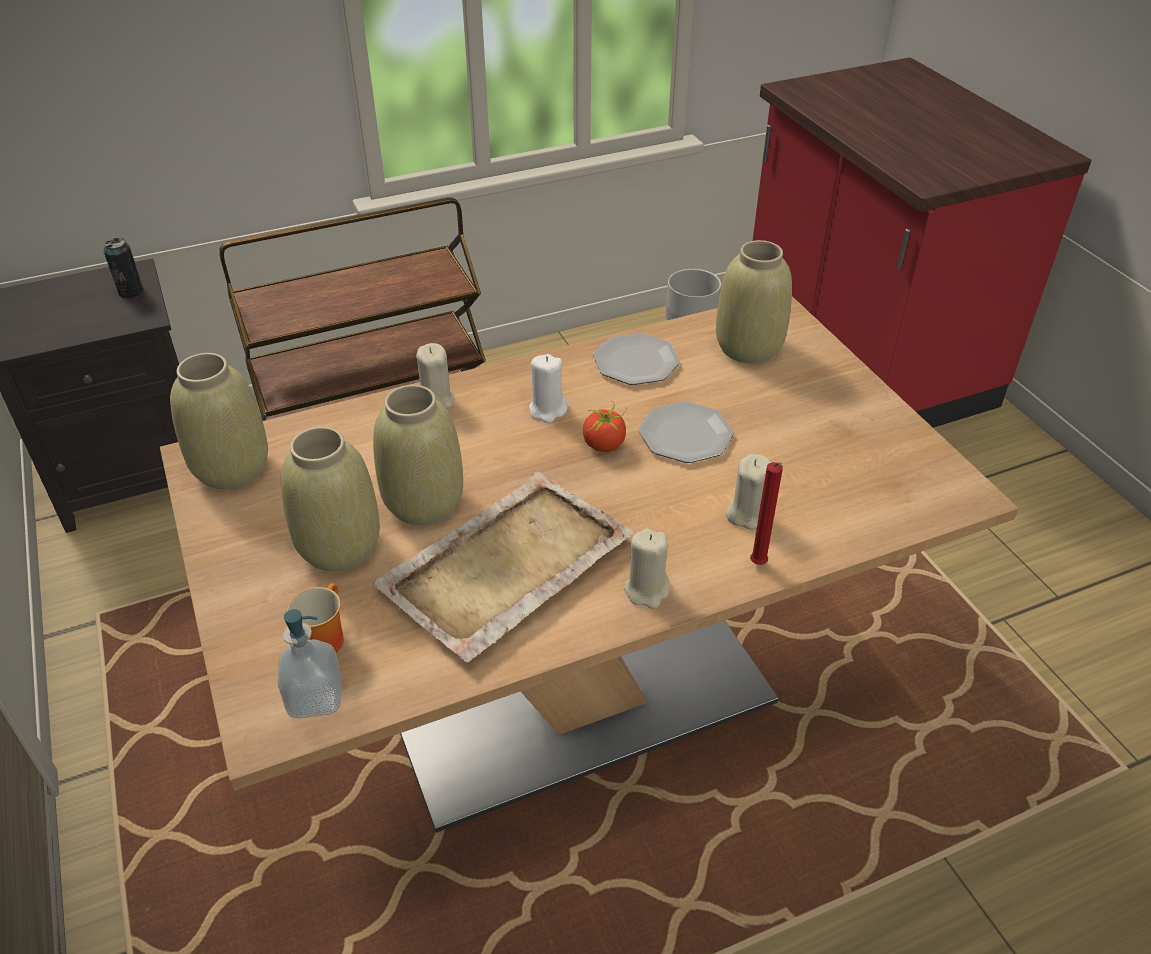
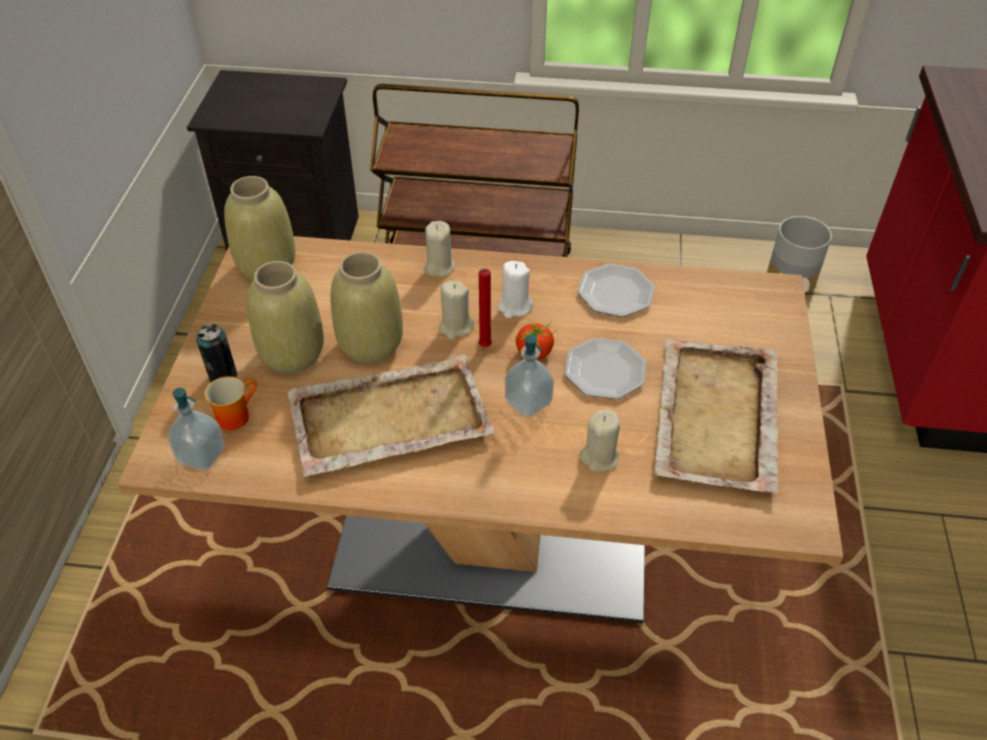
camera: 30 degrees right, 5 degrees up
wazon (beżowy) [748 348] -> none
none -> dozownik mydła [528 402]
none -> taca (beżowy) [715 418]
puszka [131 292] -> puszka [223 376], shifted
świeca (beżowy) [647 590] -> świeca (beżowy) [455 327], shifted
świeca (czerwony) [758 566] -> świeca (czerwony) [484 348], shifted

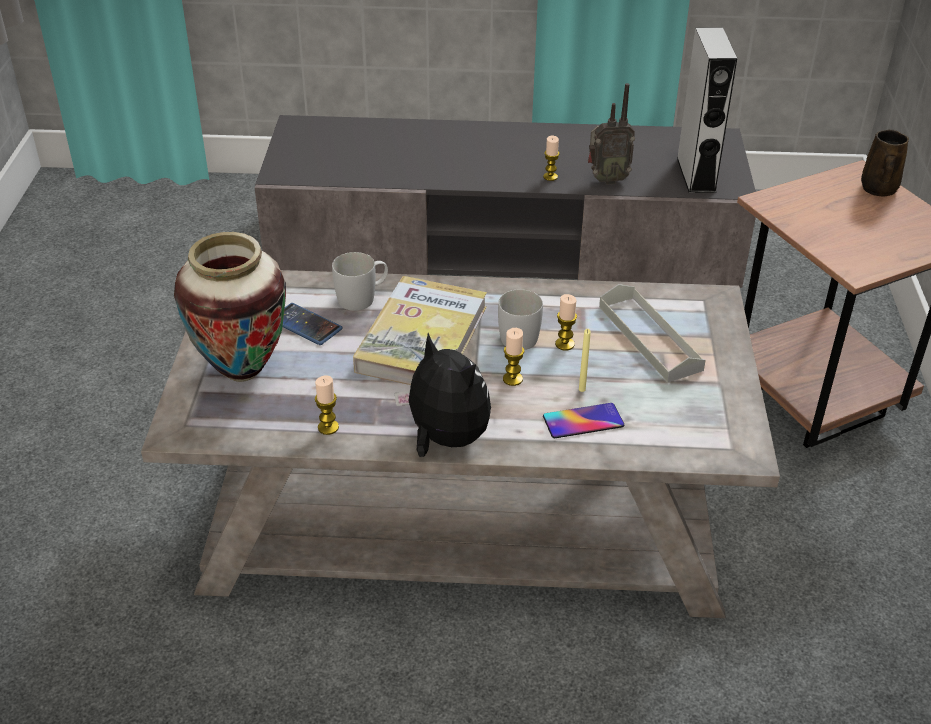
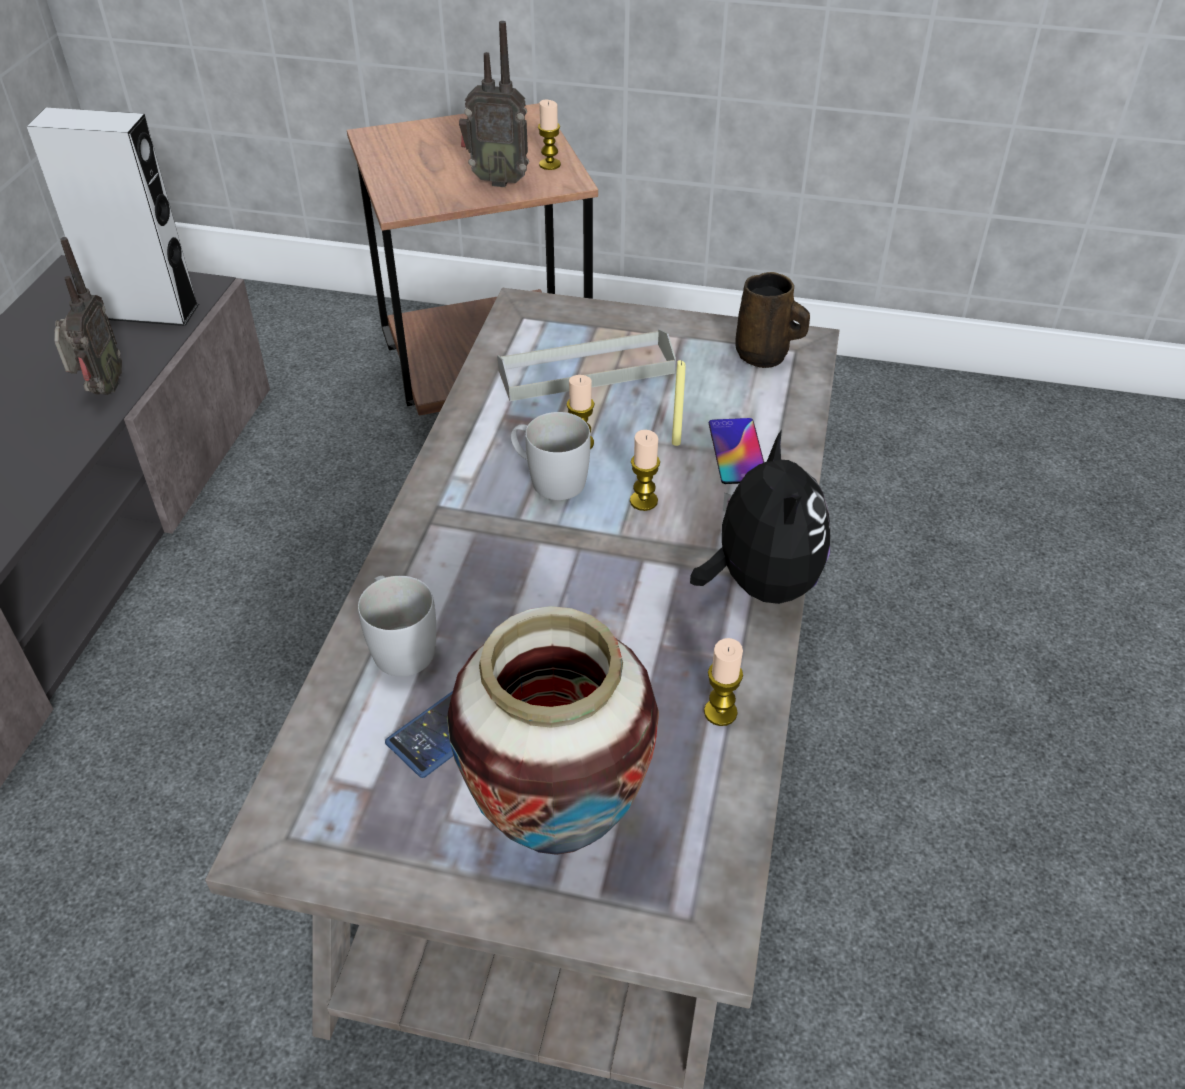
camera: 80 degrees left, 5 degrees up
książka [422 338] -> none
none -> radio [498 180]
świeca [550 177] -> świeca [550 164], shifted
kubek (brązowy) [878 190] -> kubek (brązowy) [764 356], shifted
pluszak [445 439] -> pluszak [759 583], 120 degrees clockwise

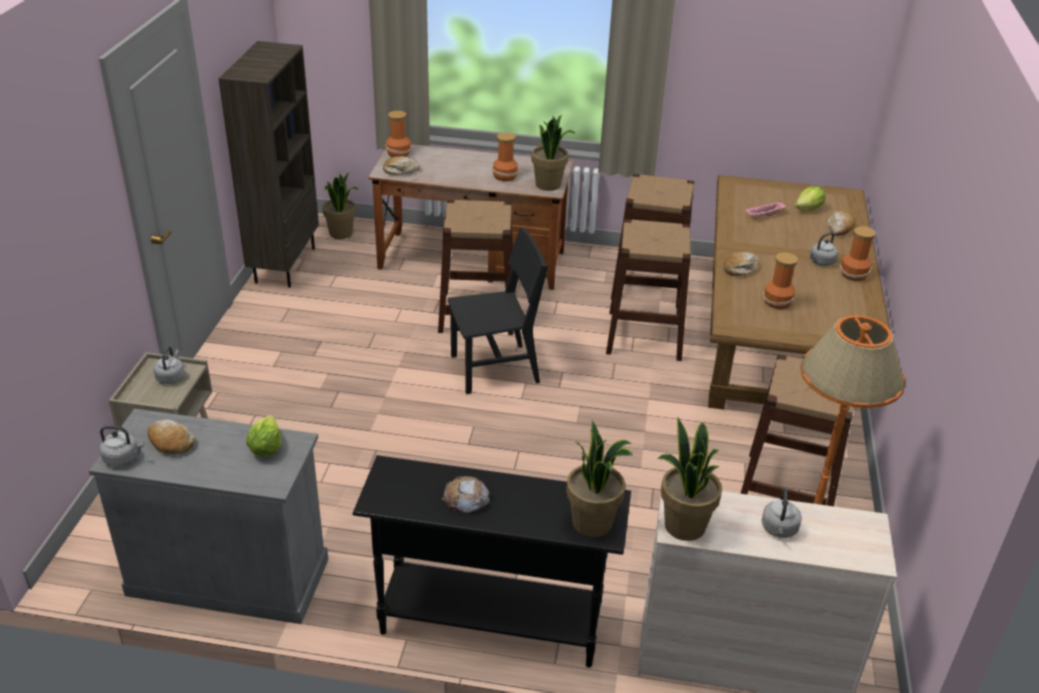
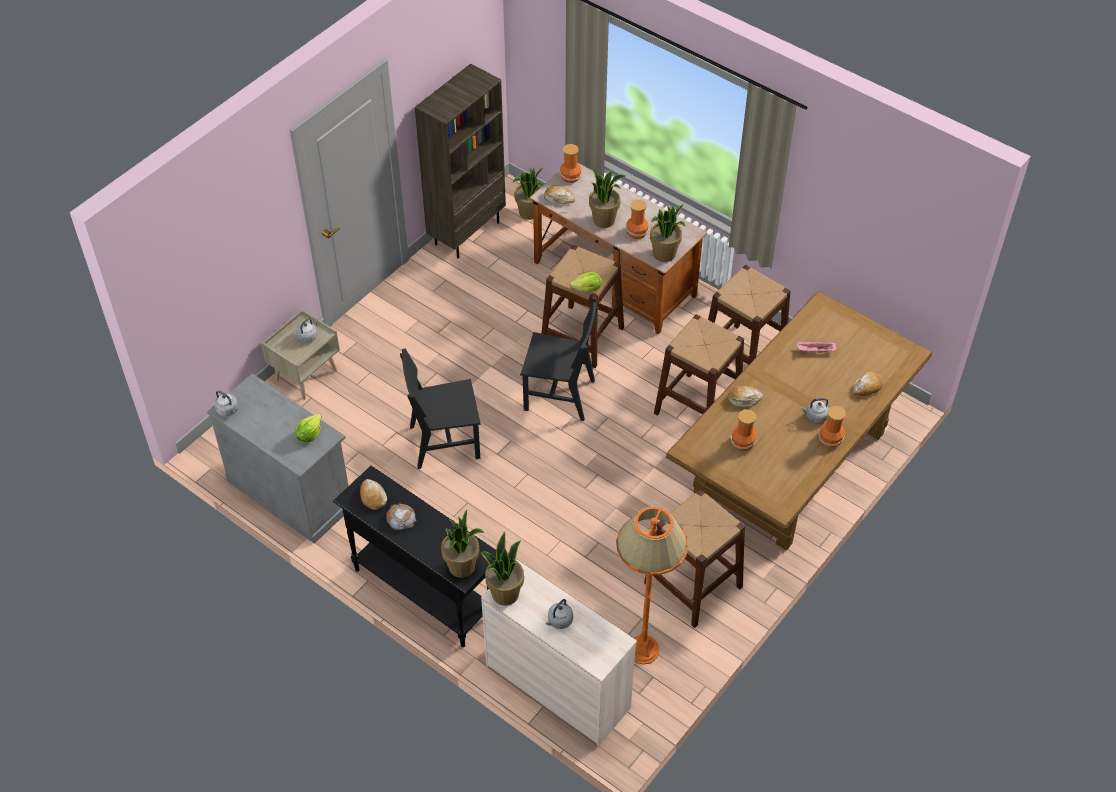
camera: 30 degrees right, 15 degrees up
none -> krzesło (czarny) [444 442]
none -> roślina doniczkowa [604 220]
chleb [170 442] -> chleb [373 497], shifted
sałata [808 209] -> sałata [587 289], shifted

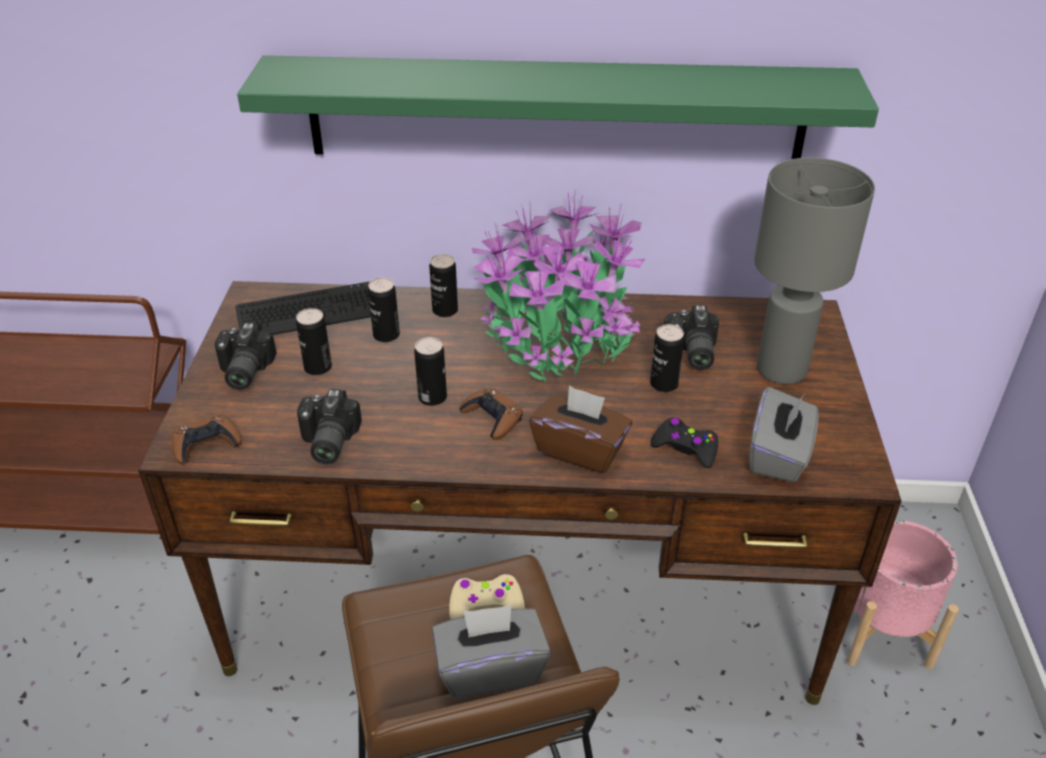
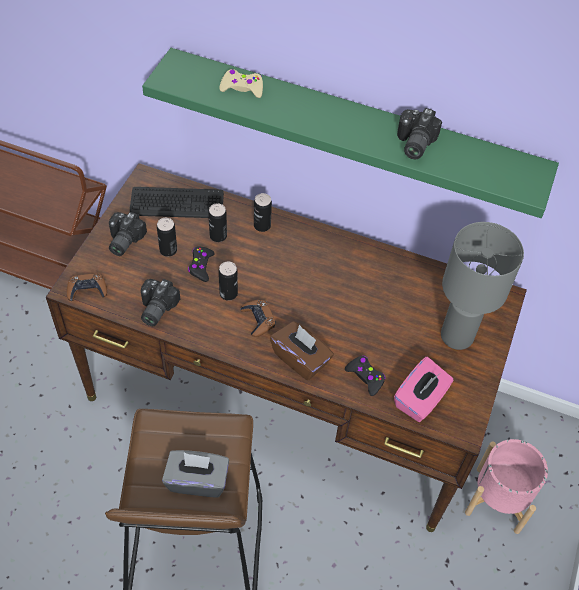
camera: 15 degrees right, 15 degrees up
roślina doniczkowa [559 337] -> none
puszka [664 384] -> none
none -> pad do gier (czarny) [201 266]
pad do gier (beżowy) [486 604] -> pad do gier (beżowy) [242 88], shifted
aparat fotograficzny [690 353] -> aparat fotograficzny [413 143], shifted
pudełko chusteczek (szary) [779 455] -> pudełko chusteczek (różowy) [420 400]

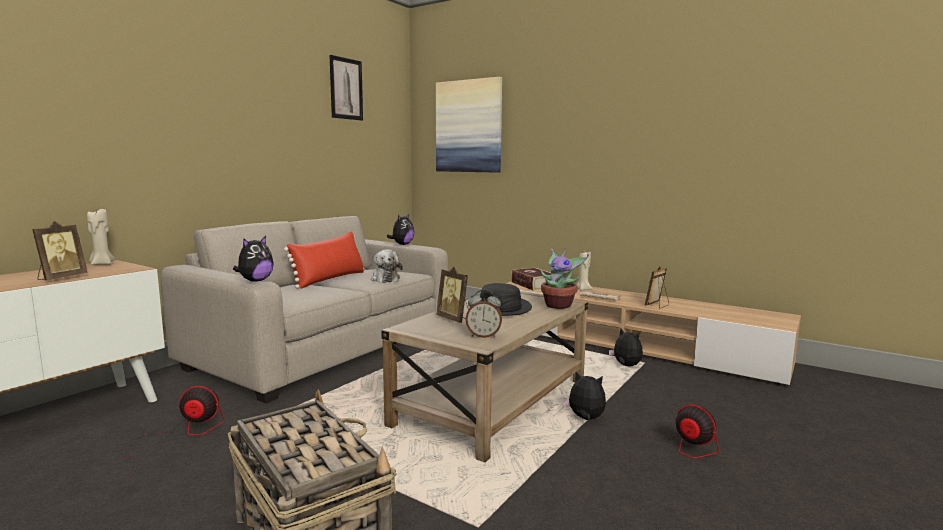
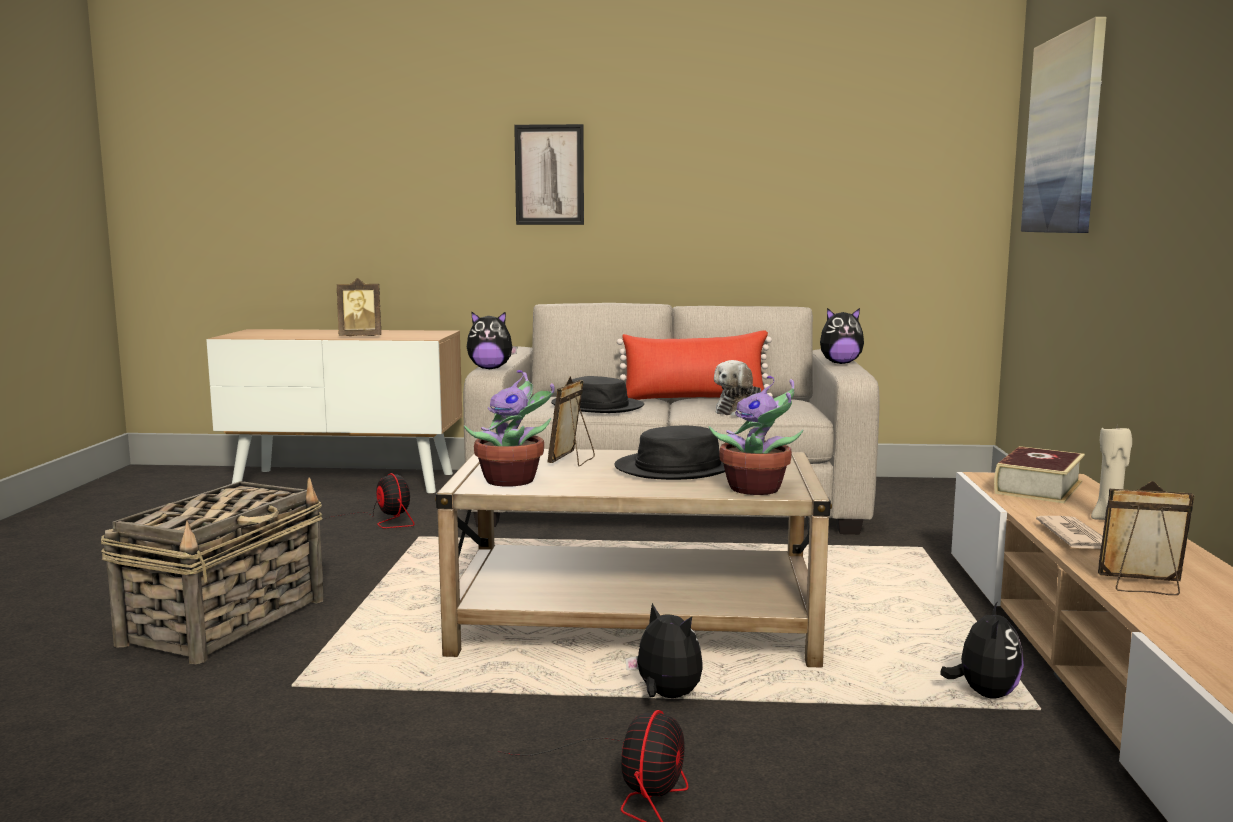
camera: 60 degrees right, 0 degrees up
świeca (beżowy) [102 264] -> none
none -> kapelusz (czarny) [597 406]
obraz [346 89] -> obraz [549 175], shifted
budzik [483 336] -> roślina doniczkowa [513 481]
pluszak [585 419] -> pluszak [666 696], 45 degrees counterclockwise

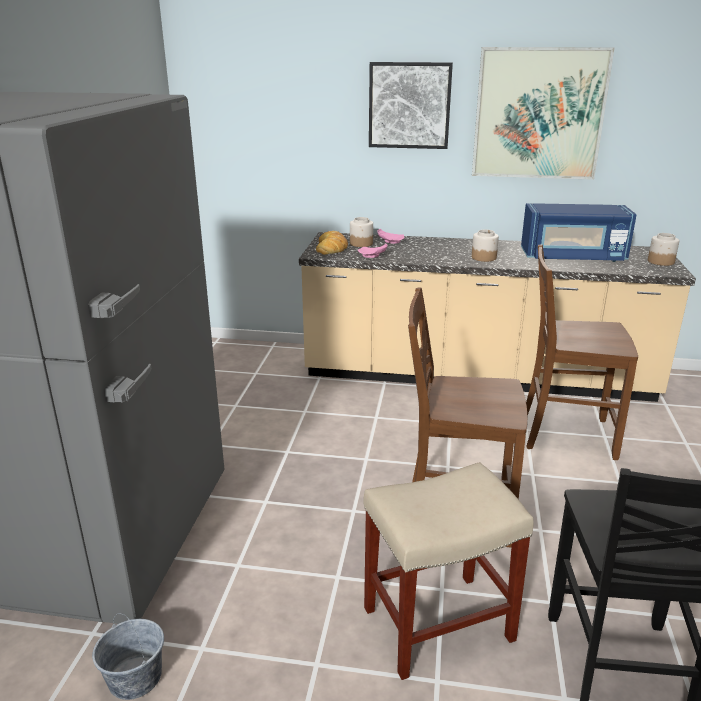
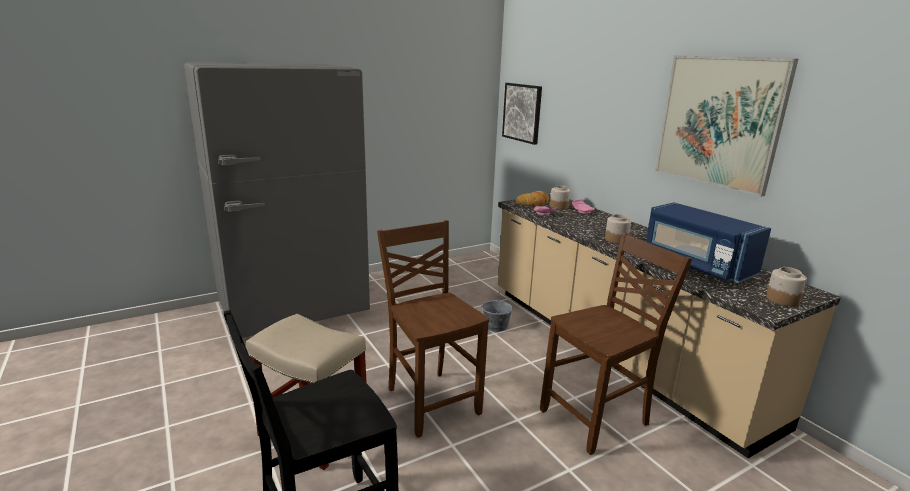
camera: 50 degrees right, 5 degrees down
wiadro (szary) [135 677] -> wiadro (szary) [496 326], shifted
obraz [409 105] -> obraz [522 112], shifted
krzesło (brązowy) [564 434] -> krzesło (brązowy) [597 418], 90 degrees clockwise

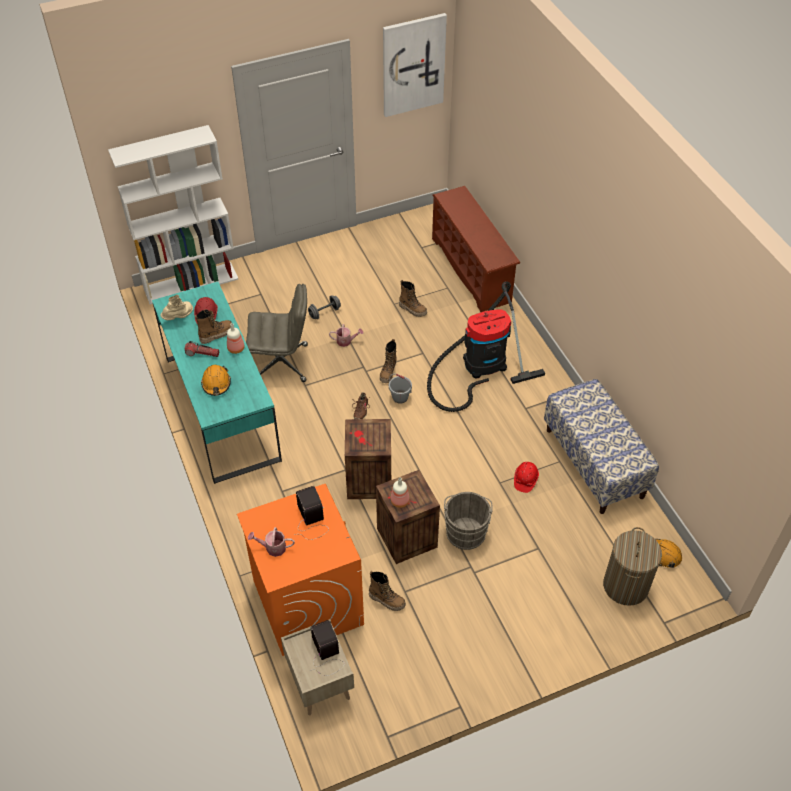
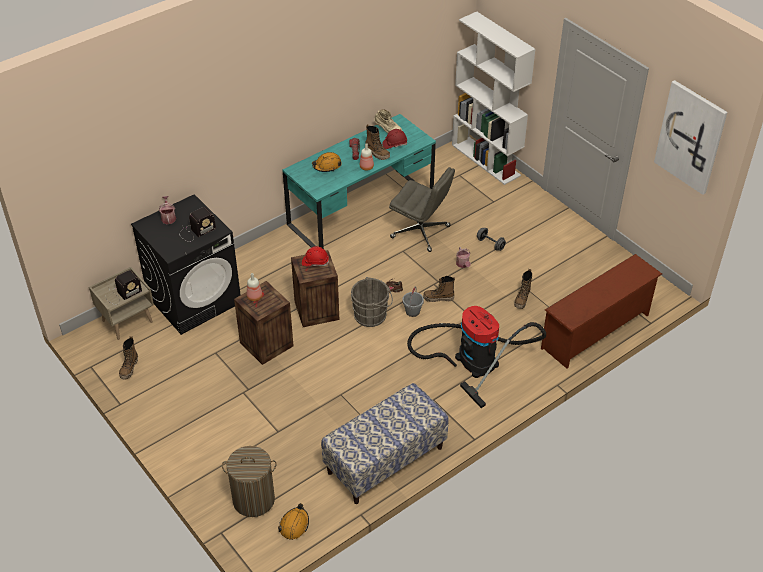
camera: 75 degrees right, 5 degrees down
but z cholewką [387 600] -> but z cholewką [129 368], shifted
wiadro (szary) [466 531] -> wiadro (szary) [372 315], shifted
kask (czerwony) [525 480] -> kask (czerwony) [315 262], shifted
pralka (pomarańczowy) [307 601] -> pralka (czarny) [194 299]
krzesło biurowe (szary) [282 363] -> krzesło biurowe (szary) [421 232], 45 degrees counterclockwise

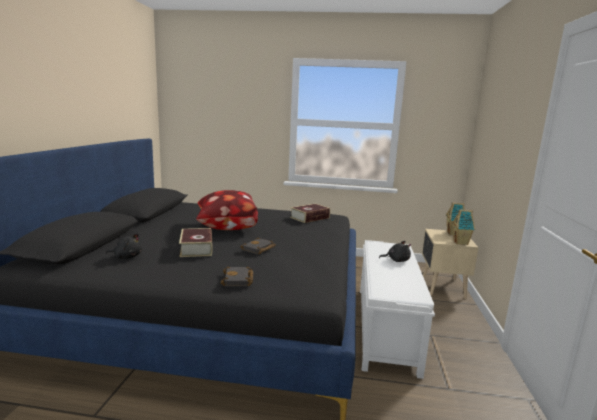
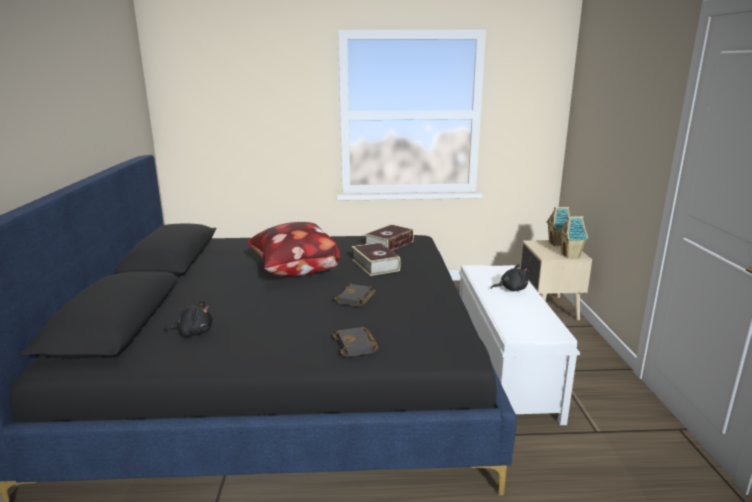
camera: 10 degrees left, 5 degrees up
książka [196 248] -> książka [375 265], shifted

